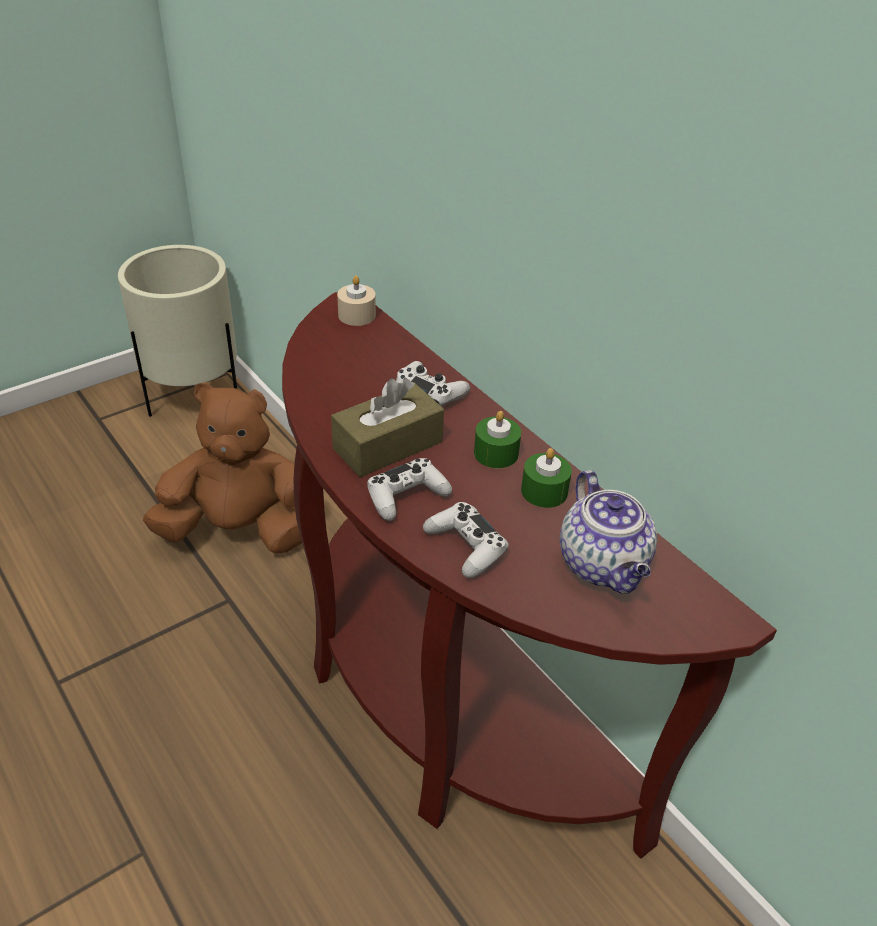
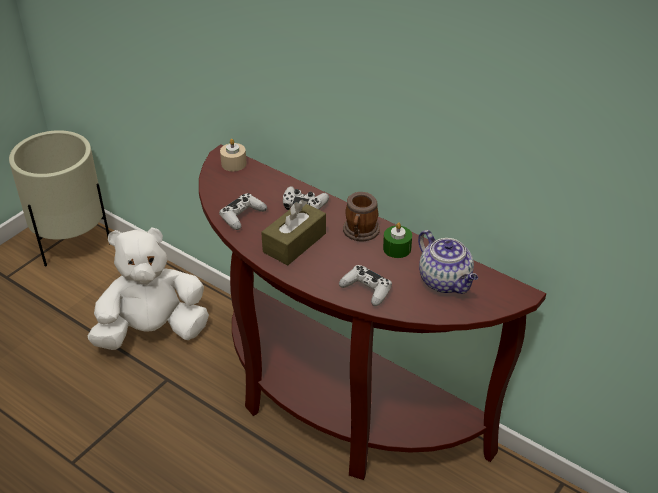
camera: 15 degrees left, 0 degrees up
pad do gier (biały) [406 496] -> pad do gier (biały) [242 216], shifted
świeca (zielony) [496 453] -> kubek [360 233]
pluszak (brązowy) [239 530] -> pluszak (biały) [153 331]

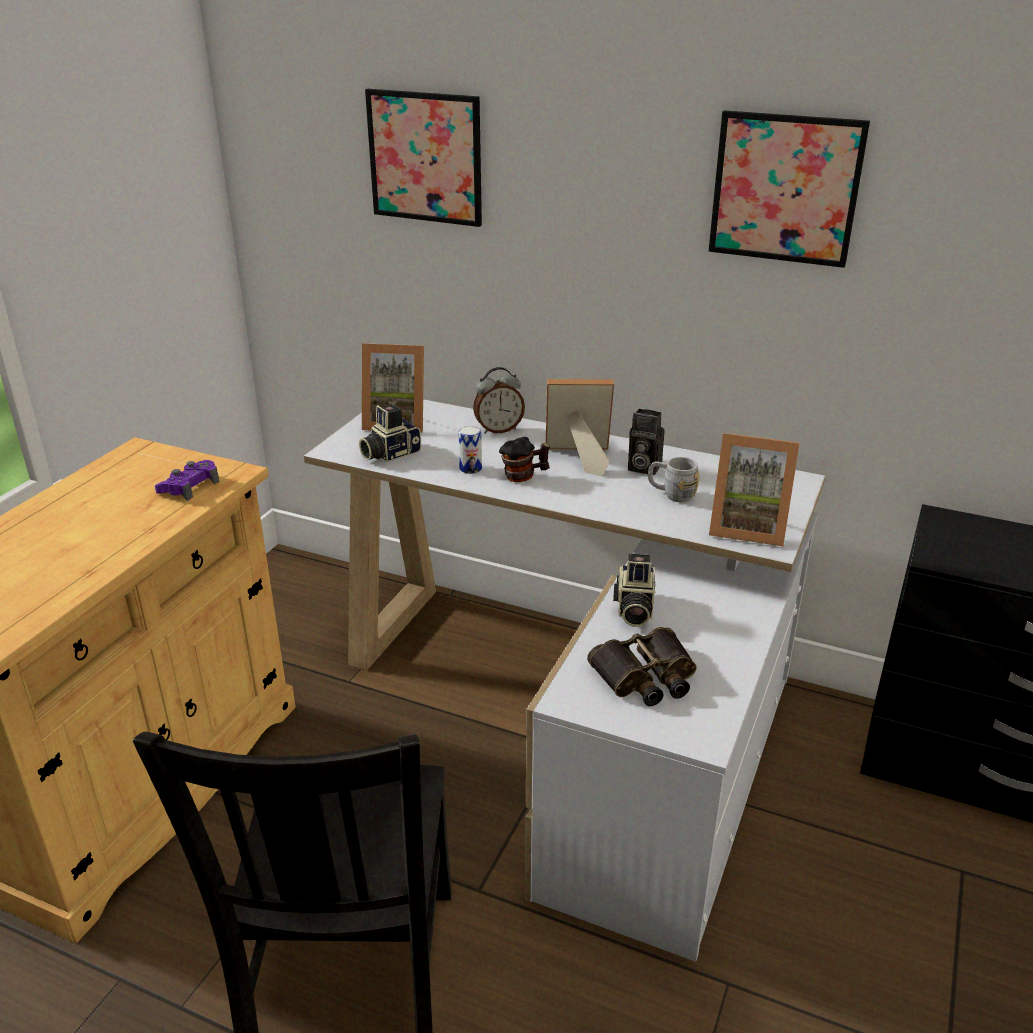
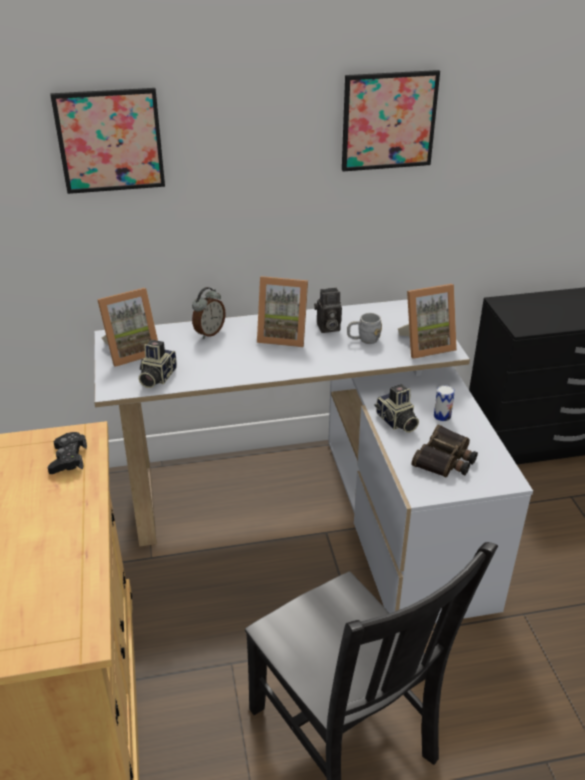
camera: 35 degrees left, 5 degrees up
kubek [524 476] -> none
puszka [470 468] -> puszka [442 416], shifted
pad do gier (fioletowy) [189 487] -> pad do gier (czarny) [68 458]
ramka na zdjęcie [577 458] -> ramka na zdjęcie [283 335], 135 degrees counterclockwise

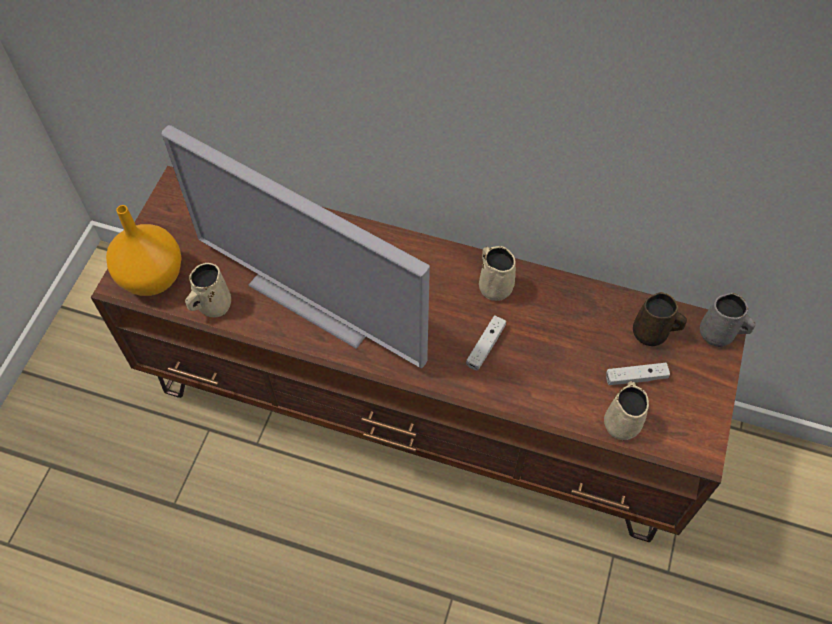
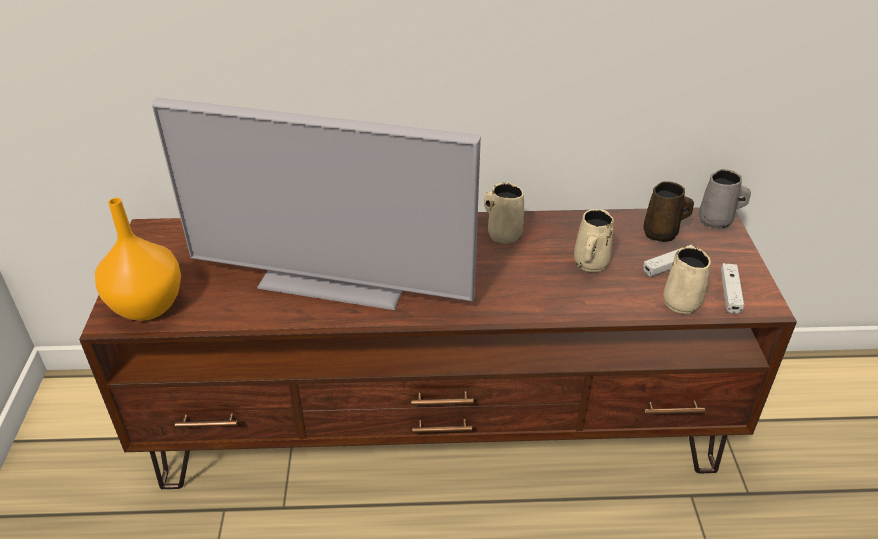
camera: 20 degrees left, 20 degrees down
kubek (beżowy) [213 306] -> kubek (beżowy) [590 264], shifted
pad do gier (biały) [485 346] -> pad do gier (biały) [730 293], shifted

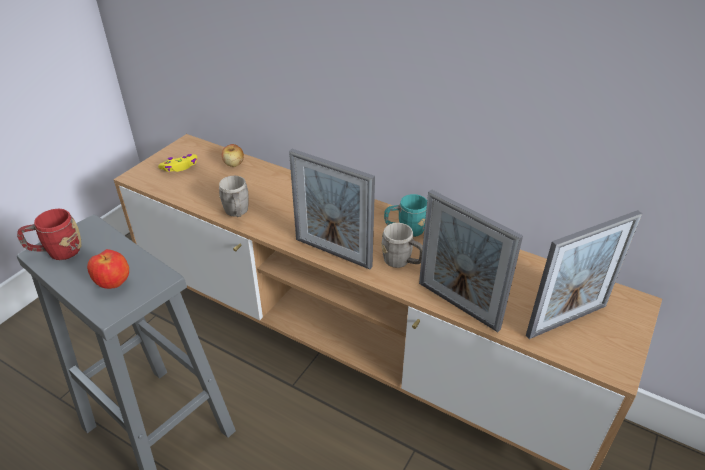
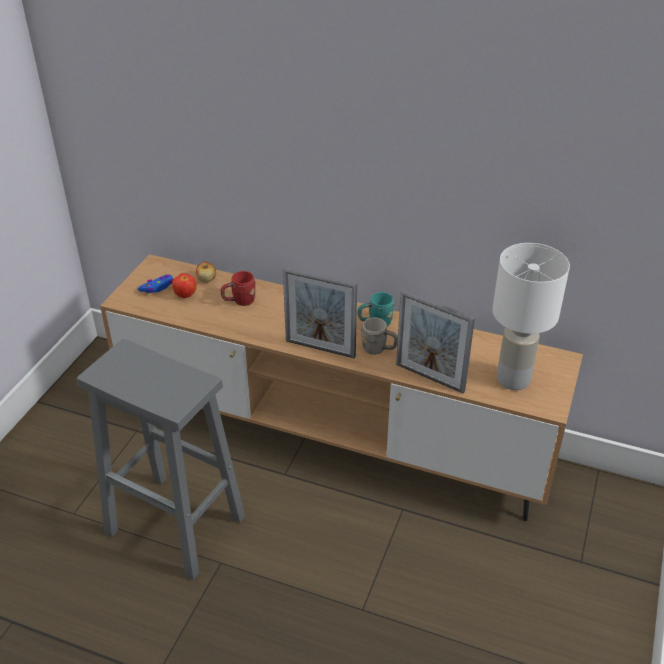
camera: 10 degrees left, 0 degrees up
kubek (szary) [237 213] -> none
kubek (czerwony) [57 252] -> kubek (czerwony) [239 301], shifted
jabłko [114 284] -> jabłko [185 295], shifted
ramka na zdjęcie [566 320] -> lampa stołowa (biały) [513 378]
pad do gier (żółty) [180 167] -> pad do gier (niebieski) [157 287]

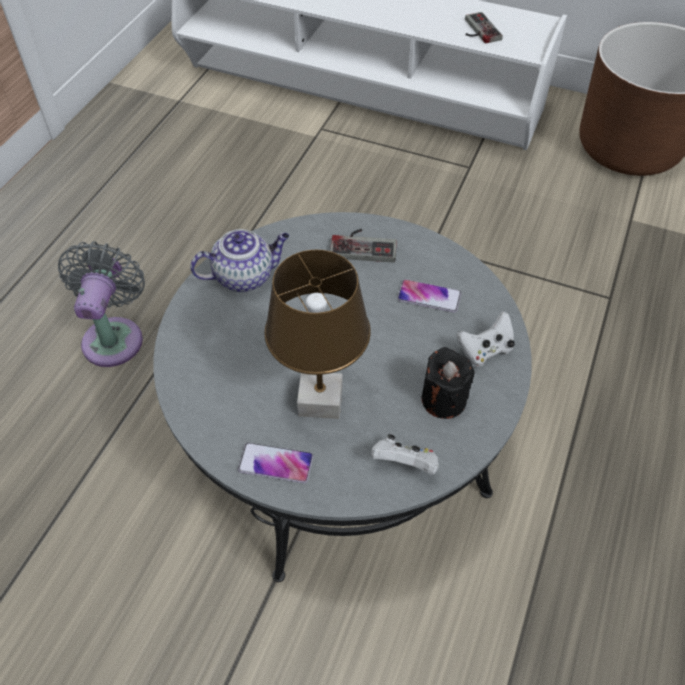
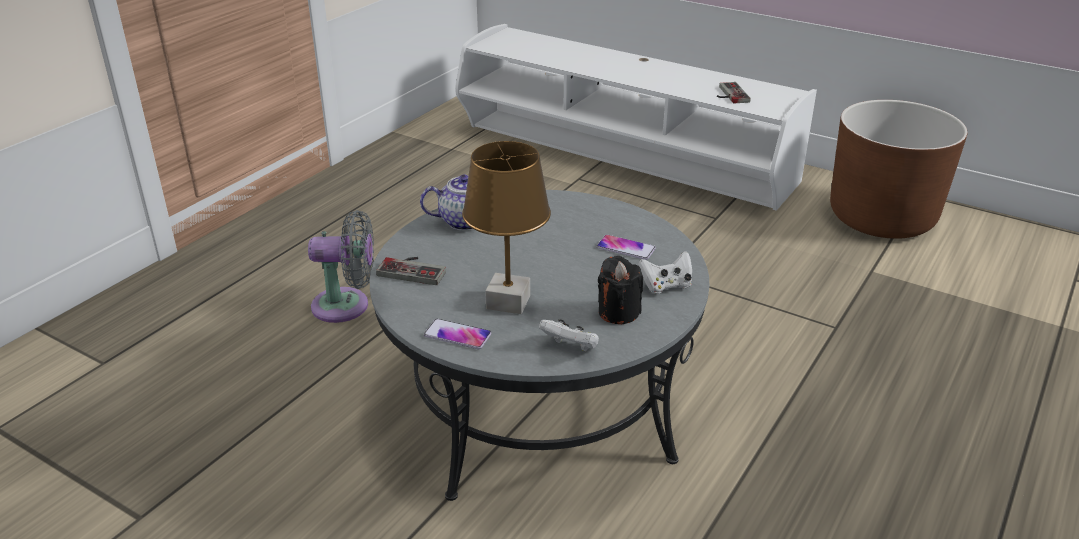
camera: 10 degrees right, 20 degrees down
pad do gier [363 245] -> pad do gier [414 269], shifted
wentylator (szary) [114 336] -> wentylator (szary) [347 306], 75 degrees clockwise

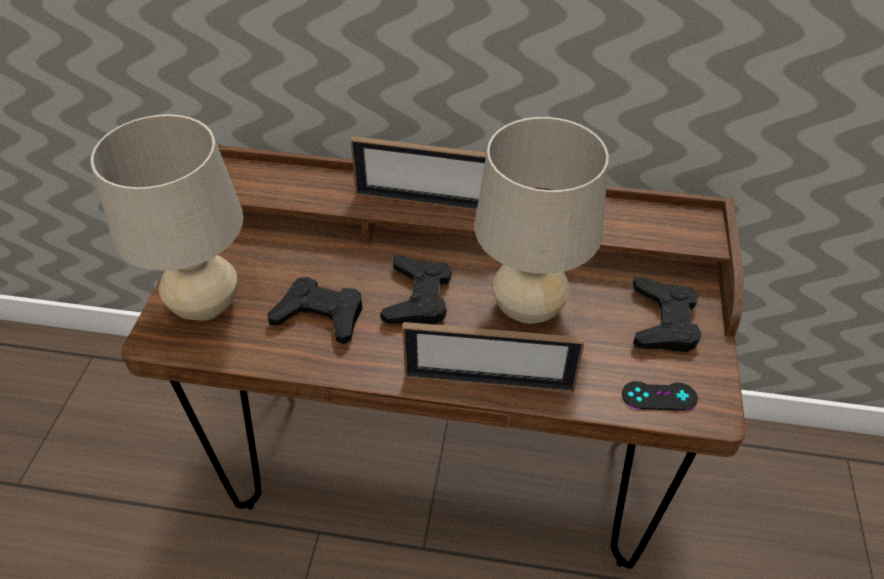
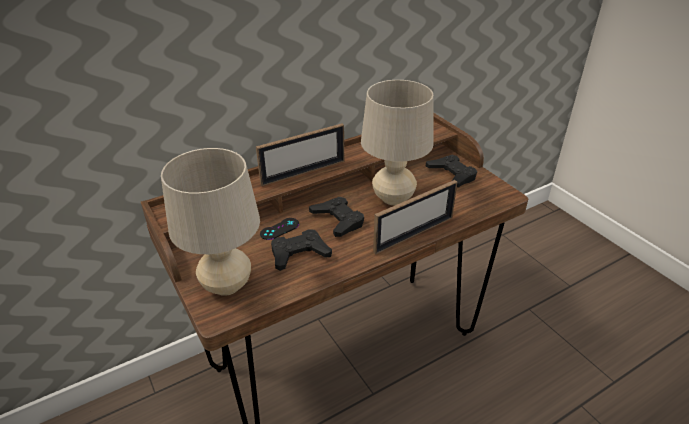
camera: 40 degrees left, 10 degrees down
pad do gier (czarny) [659 396] -> pad do gier (czarny) [279 229], shifted

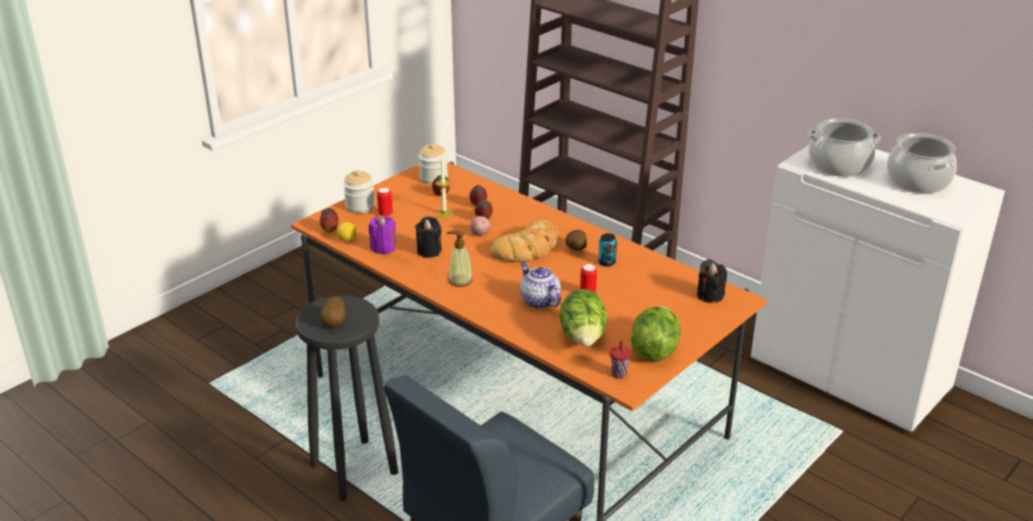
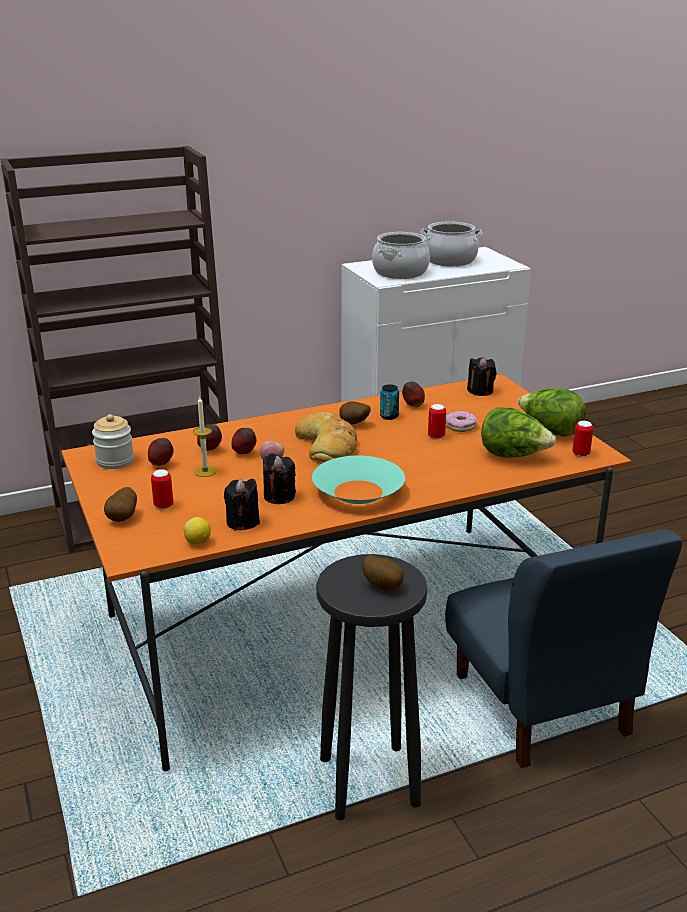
camera: 65 degrees left, 5 degrees down
imbryk [539 301] -> none
none -> donut [460 426]
jabłko [330 230] -> jabłko [413 406], shifted
słoik [360 206] -> ziemniak [123 518]
dozownik mydła [460 281] -> miska (turkusowy) [358 492]
filiżanka (czerwony) [619 375] -> puszka [580 454]
świeca (fioletowy) [383 248] -> świeca (czarny) [243 522]

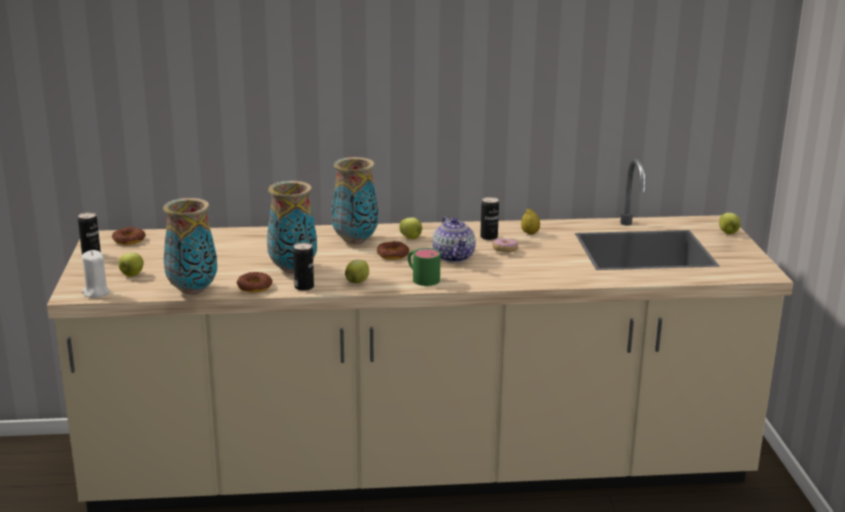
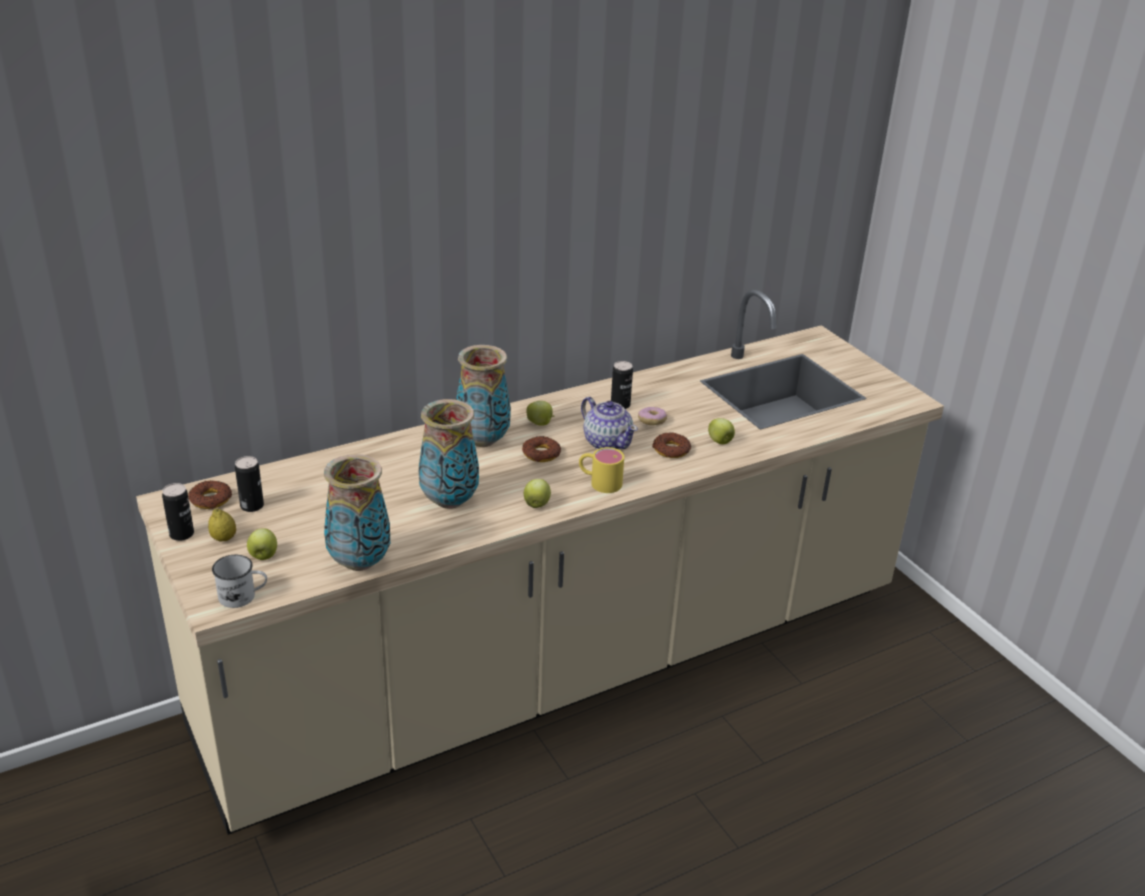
camera: 25 degrees left, 10 degrees up
donut [254 287] -> donut [671 450], shifted
puszka [304 287] -> puszka [252 506], shifted
cytryna [530 233] -> cytryna [224 538], shifted
jabłko [728 233] -> jabłko [720 442], shifted
świeca (biały) [96 292] -> kubek (biały) [243 596]
kubek (zielony) [421 278] -> kubek (żółty) [599 482]

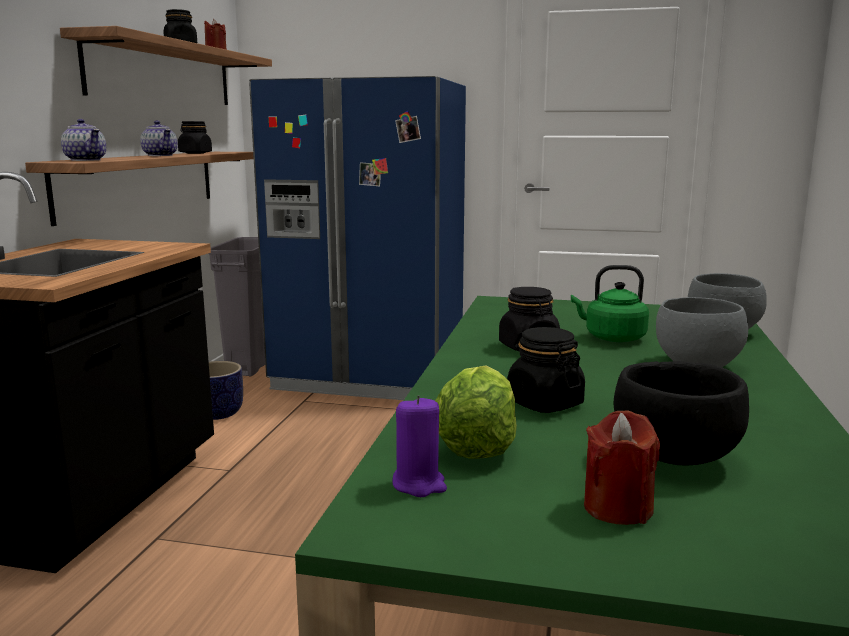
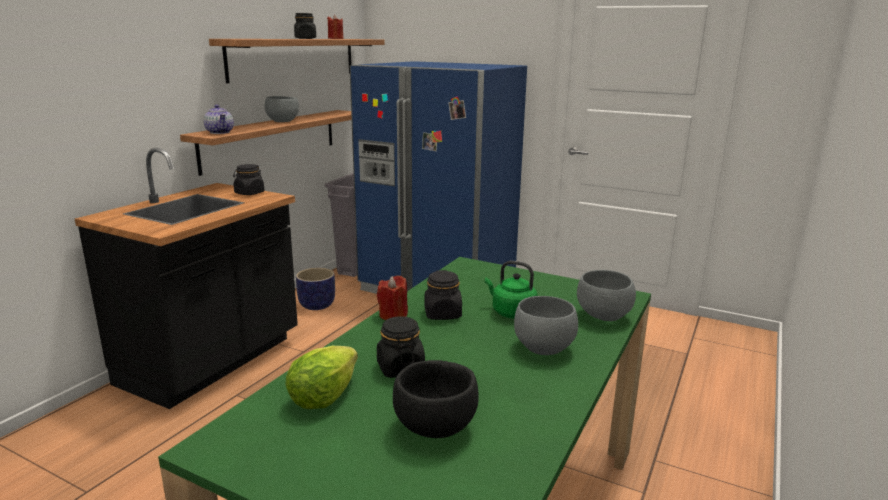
camera: 15 degrees right, 5 degrees up
świeca (fioletowy) [419 484] -> none
słoik (czarny) [195 153] -> słoik (czarny) [249 193], shifted
świeca (czerwony) [617 508] -> świeca (czerwony) [393 315], shifted
imbryk [161 155] -> miska (szary) [283 122]

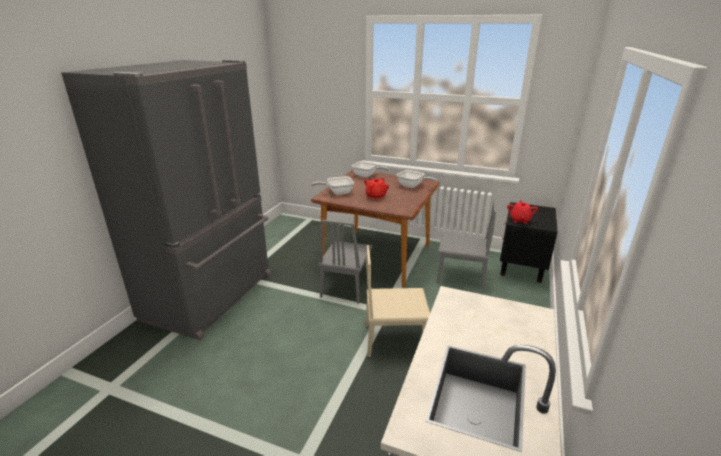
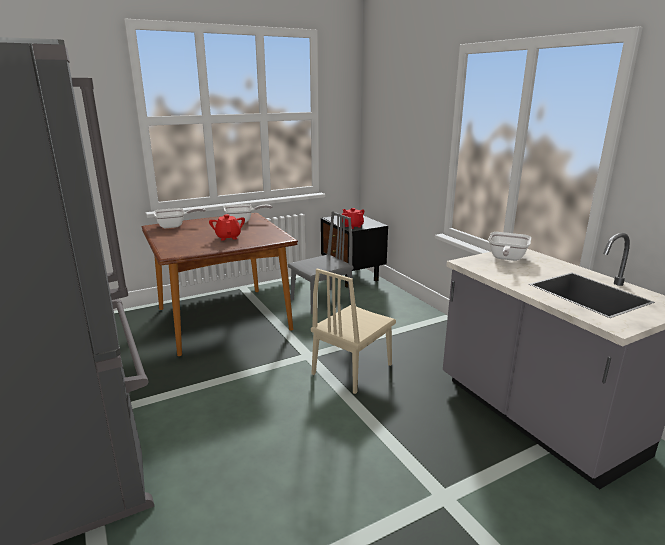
camera: 50 degrees left, 5 degrees down
krzesło (szary) [346 286] -> none
patelnia [337 192] -> patelnia [506 258], shifted

